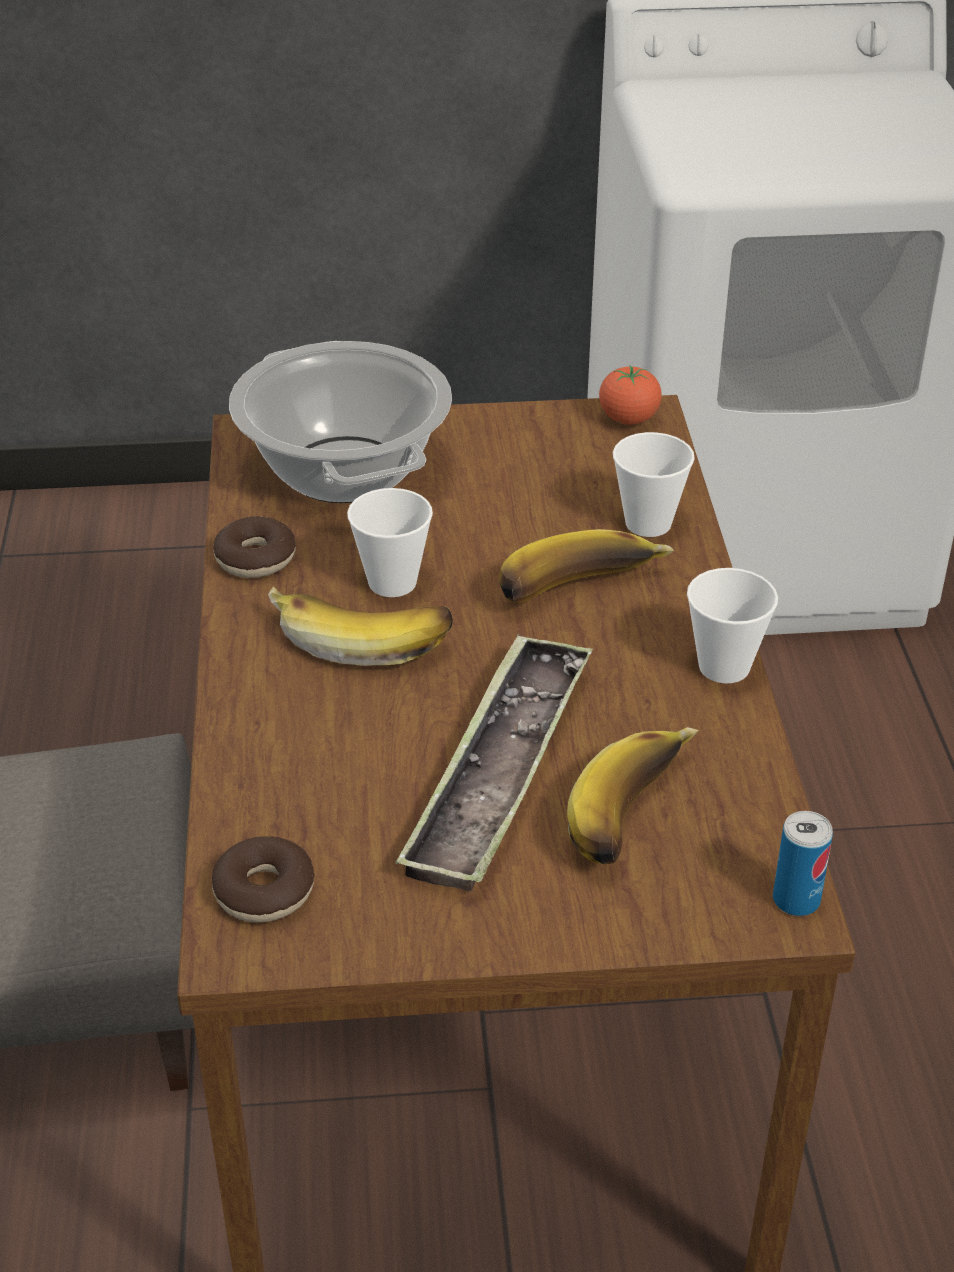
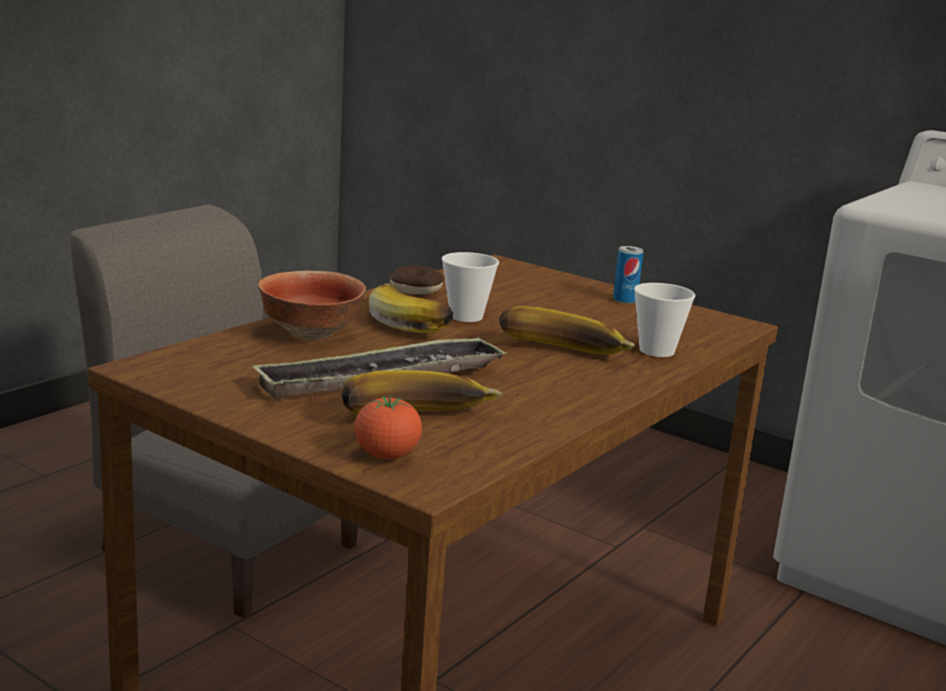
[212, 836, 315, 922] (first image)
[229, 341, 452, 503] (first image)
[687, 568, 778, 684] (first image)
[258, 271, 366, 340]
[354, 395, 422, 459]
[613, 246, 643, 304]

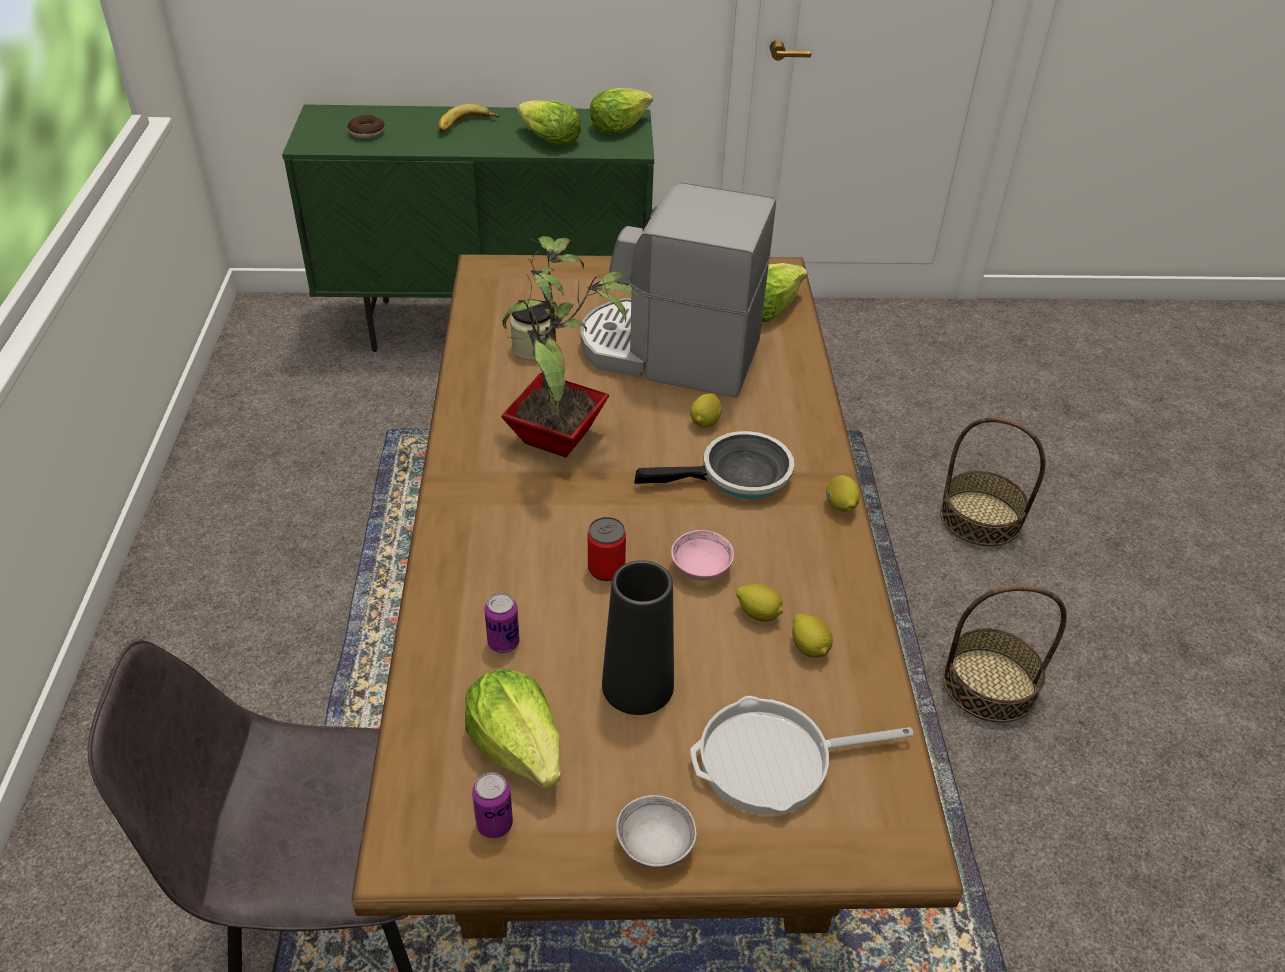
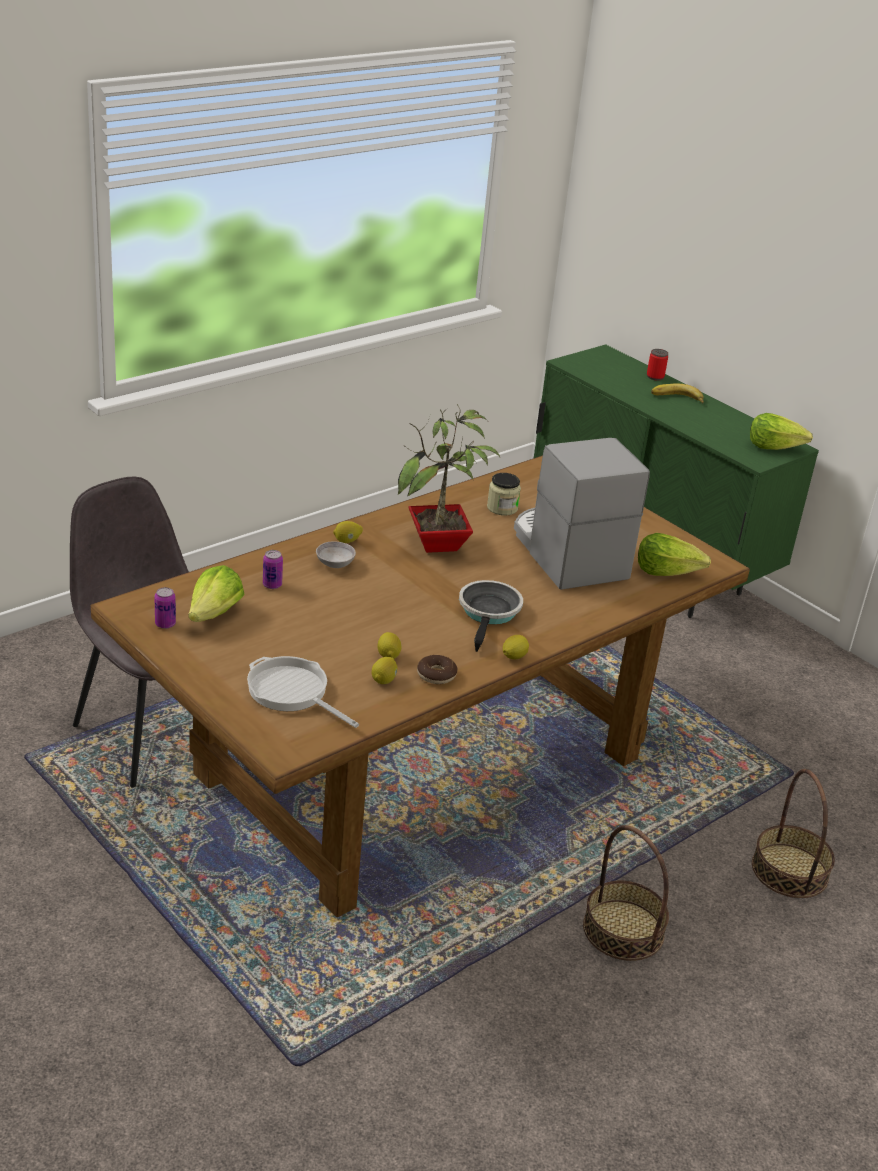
[517, 100, 581, 146] (first image)
[602, 560, 674, 715] (first image)
[671, 530, 734, 581] (first image)
[417, 655, 457, 684]
[647, 349, 668, 381]
[316, 541, 356, 568]
[333, 521, 363, 543]
[459, 580, 523, 652]

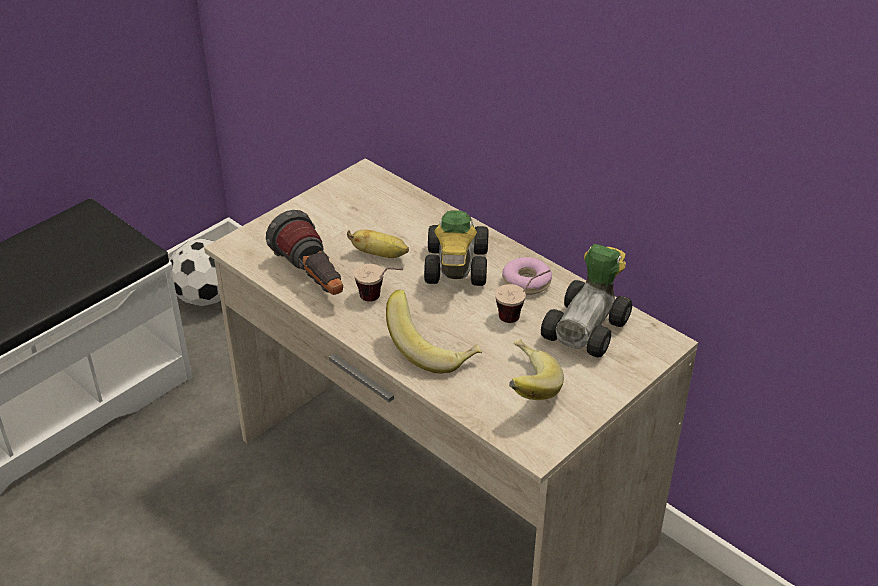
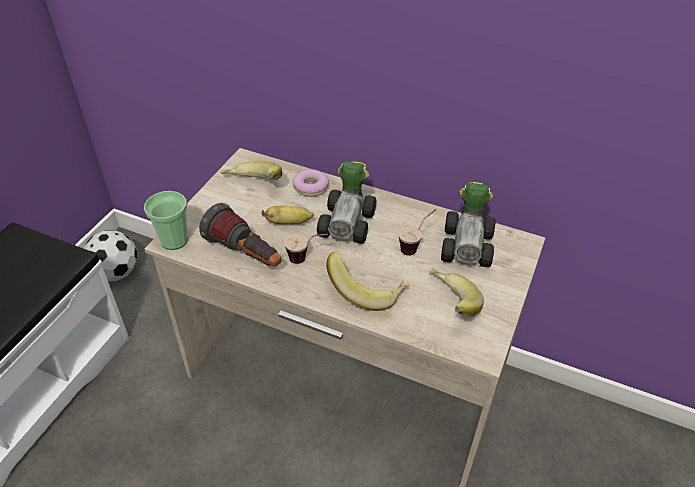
[144, 191, 188, 250]
[220, 161, 282, 180]
[293, 169, 329, 197]
[317, 161, 376, 244]

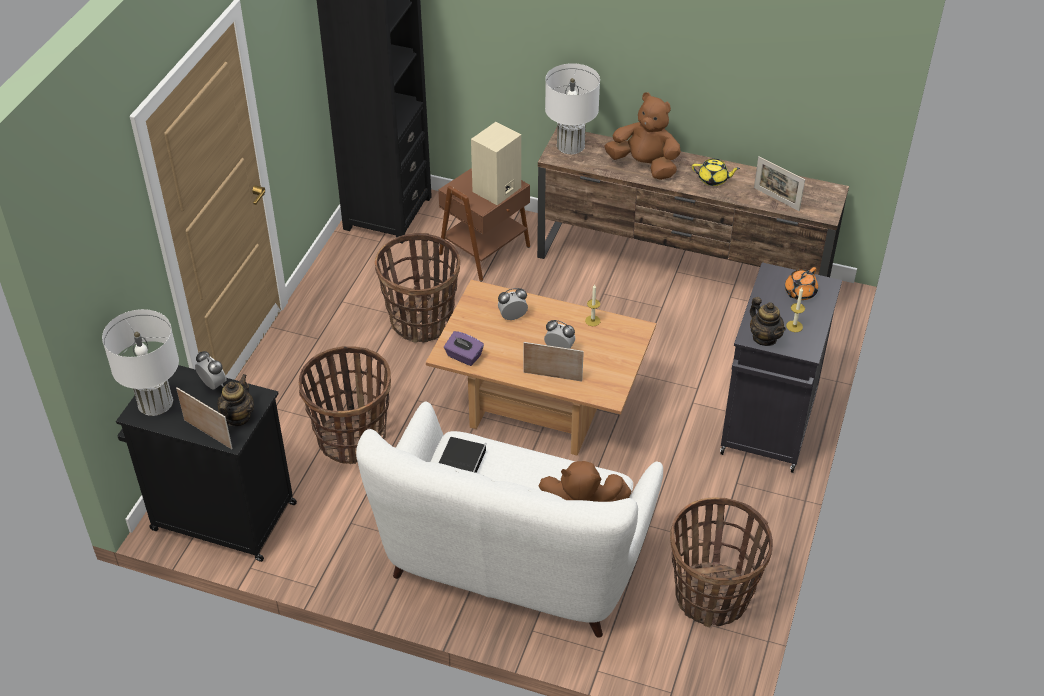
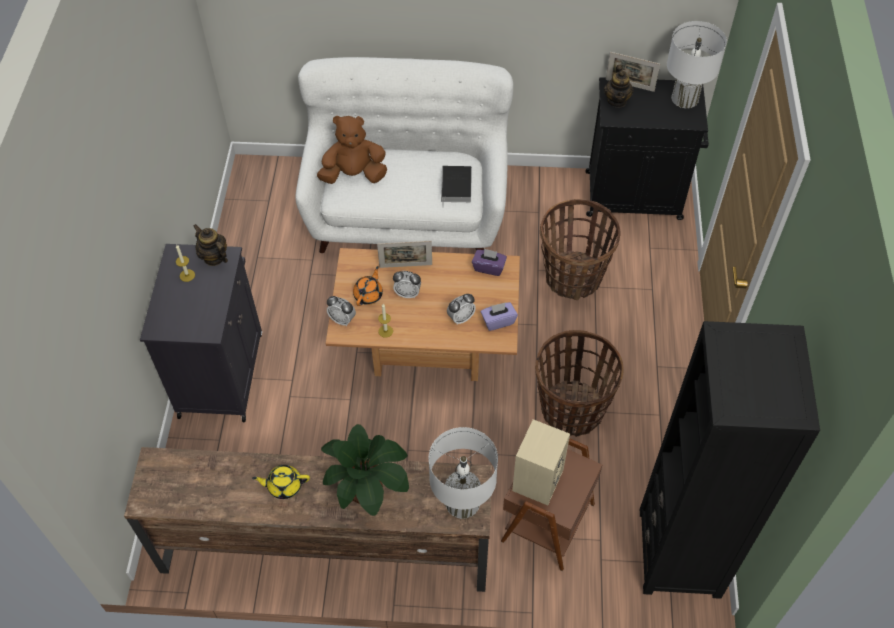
[670, 497, 773, 627] (first image)
[754, 156, 805, 211] (first image)
[481, 302, 518, 331]
[327, 296, 356, 326]
[353, 266, 383, 306]
[321, 424, 409, 516]

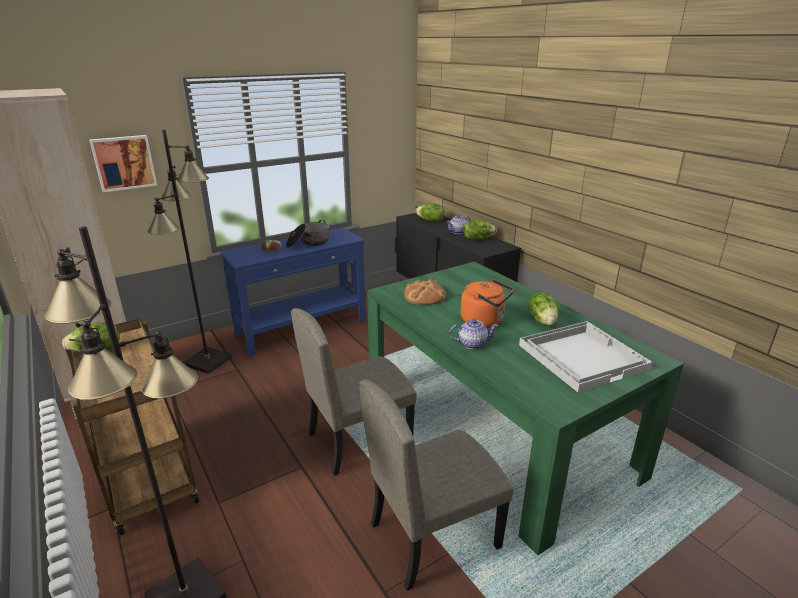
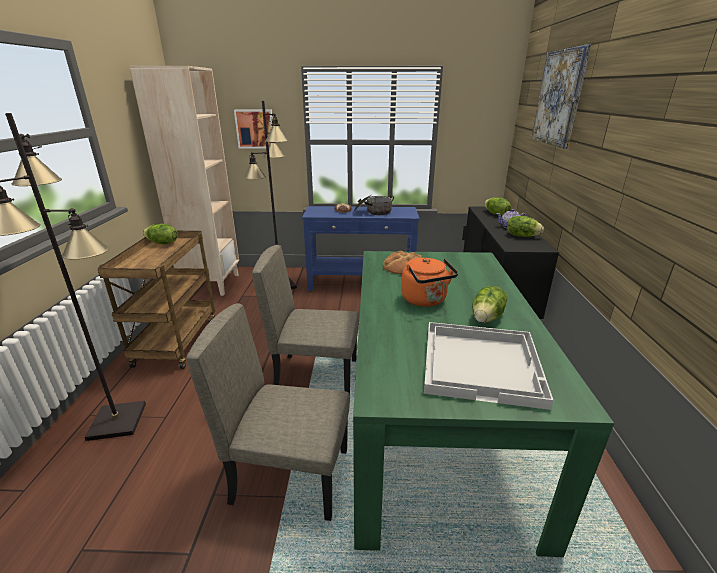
[449, 319, 498, 349] (first image)
[532, 45, 591, 149]

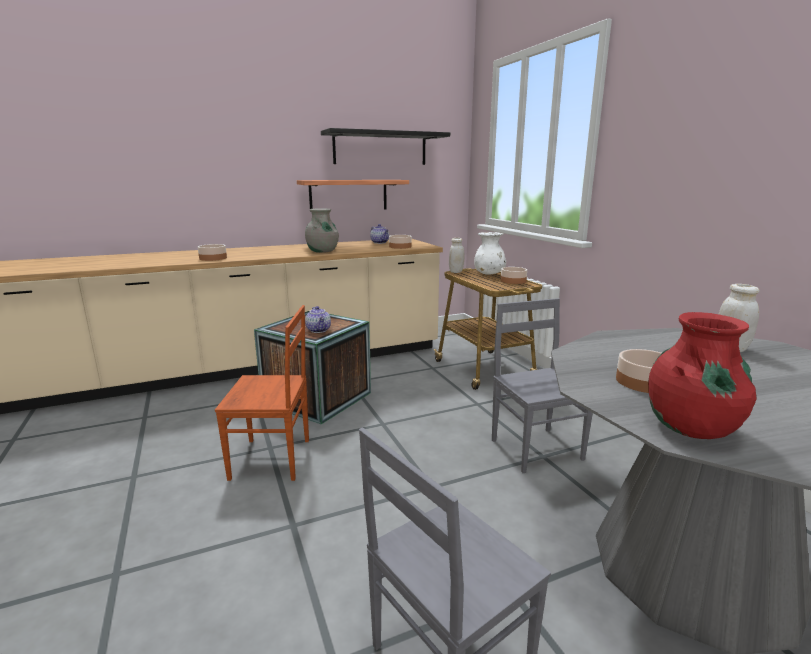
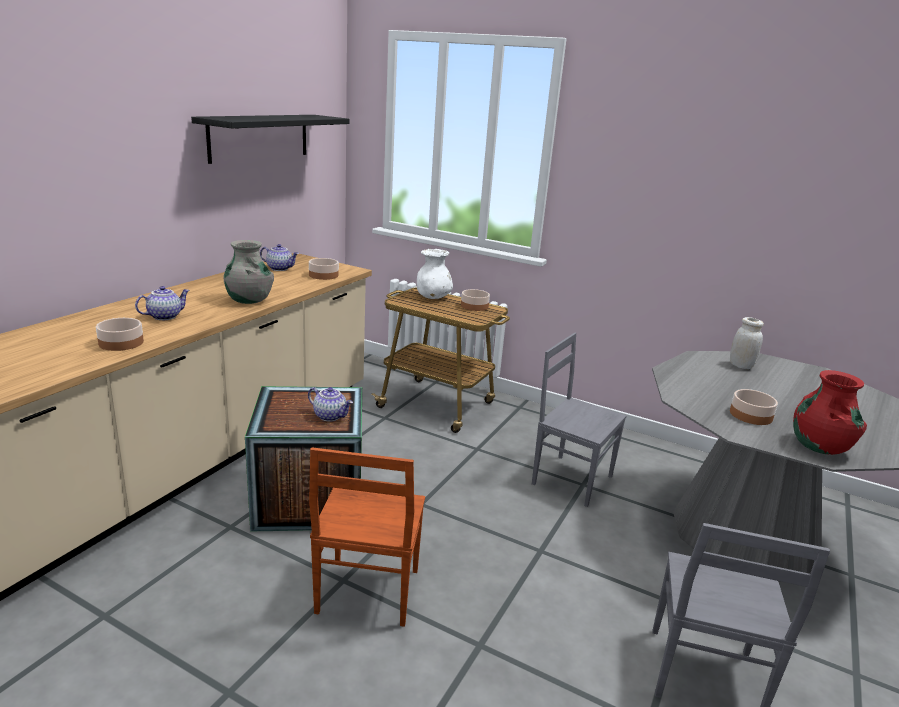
[297, 180, 409, 212] (first image)
[449, 238, 464, 273] (first image)
[135, 286, 190, 320]
[309, 447, 425, 627]

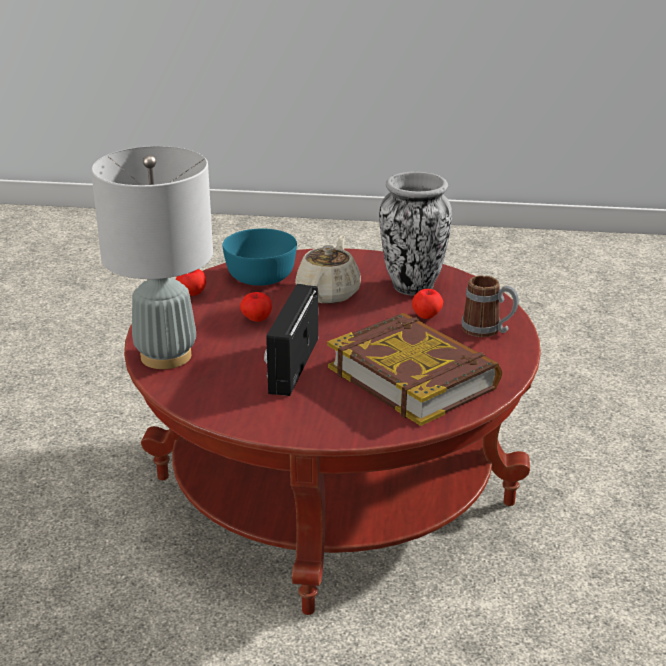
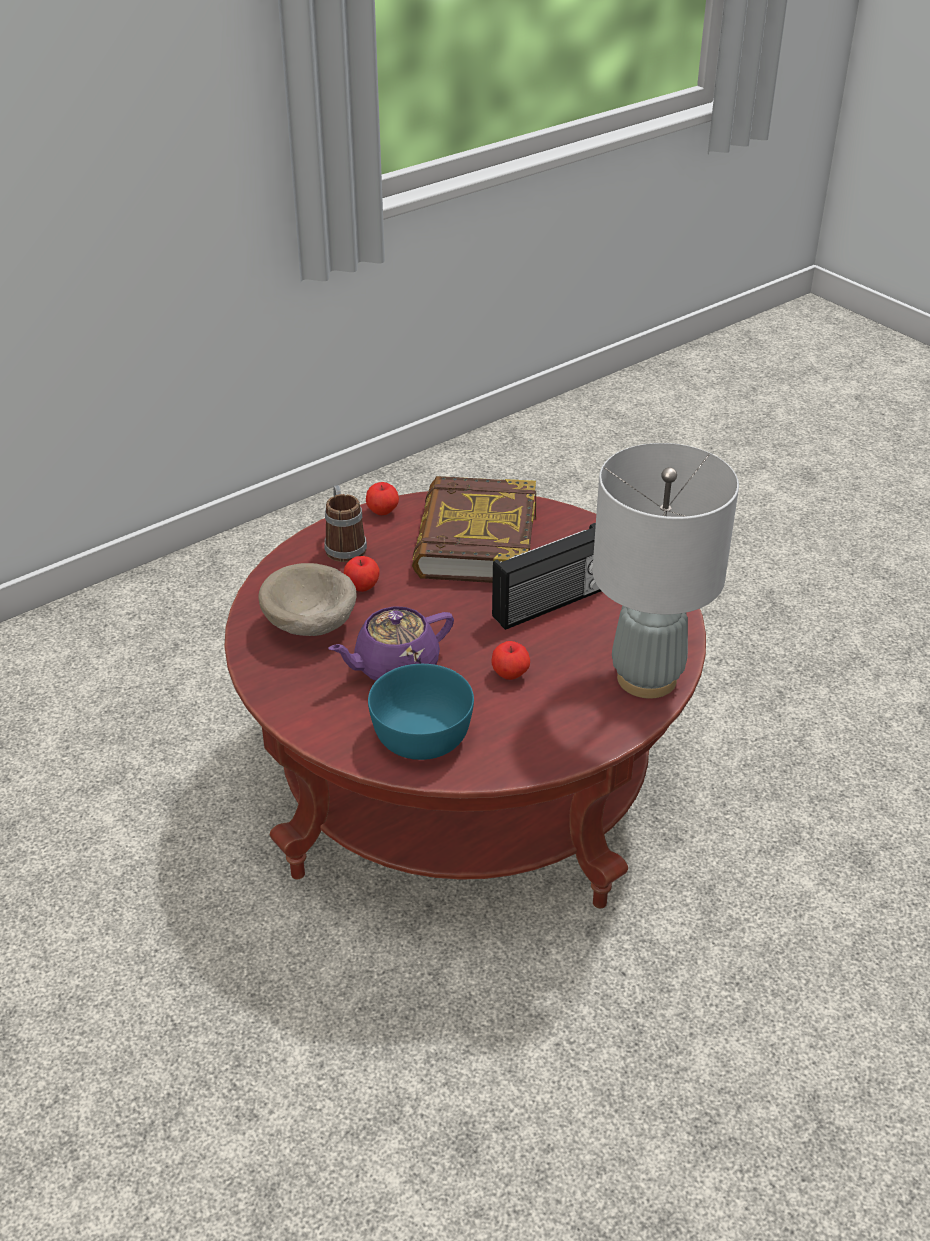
[366, 482, 399, 515]
[258, 563, 357, 636]
[328, 606, 454, 681]

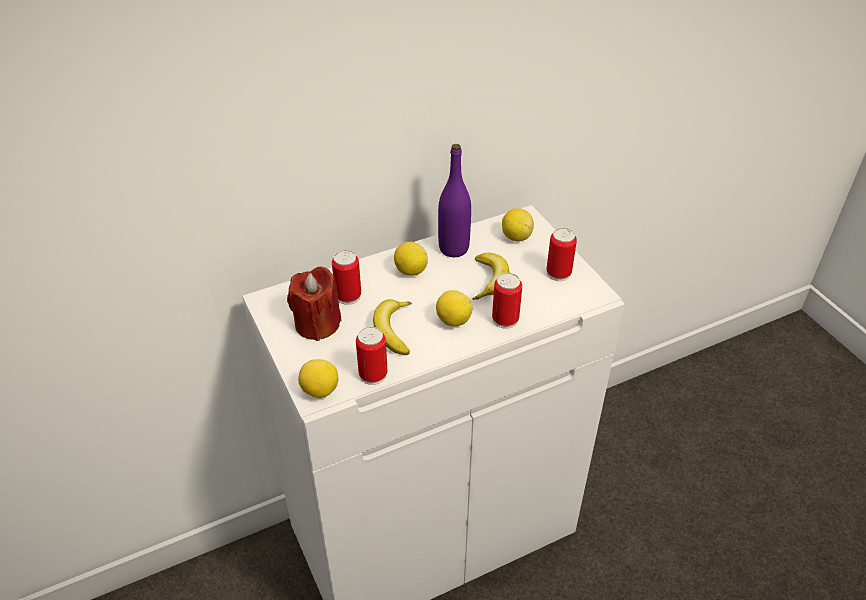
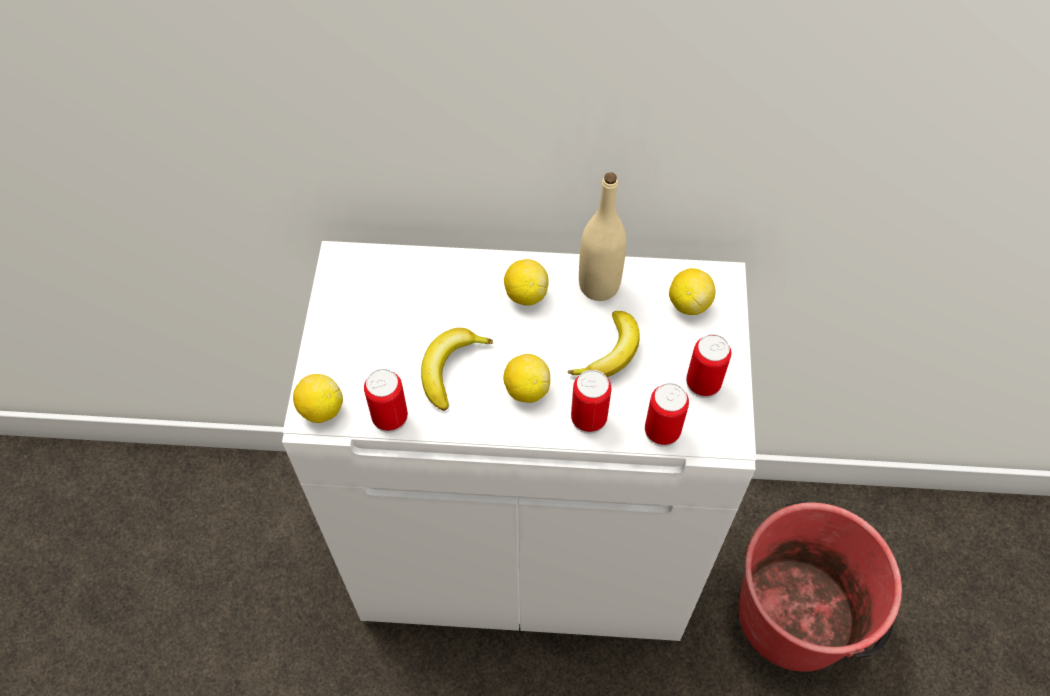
[287, 267, 341, 341] (first image)
[739, 501, 902, 672]
[645, 383, 689, 447]
[579, 173, 627, 301]

